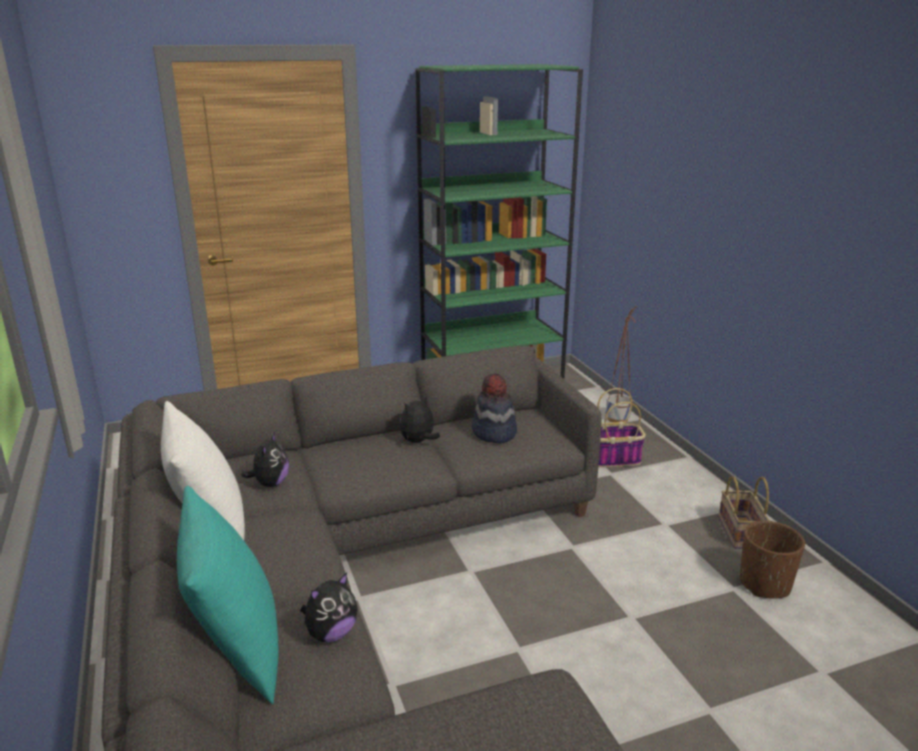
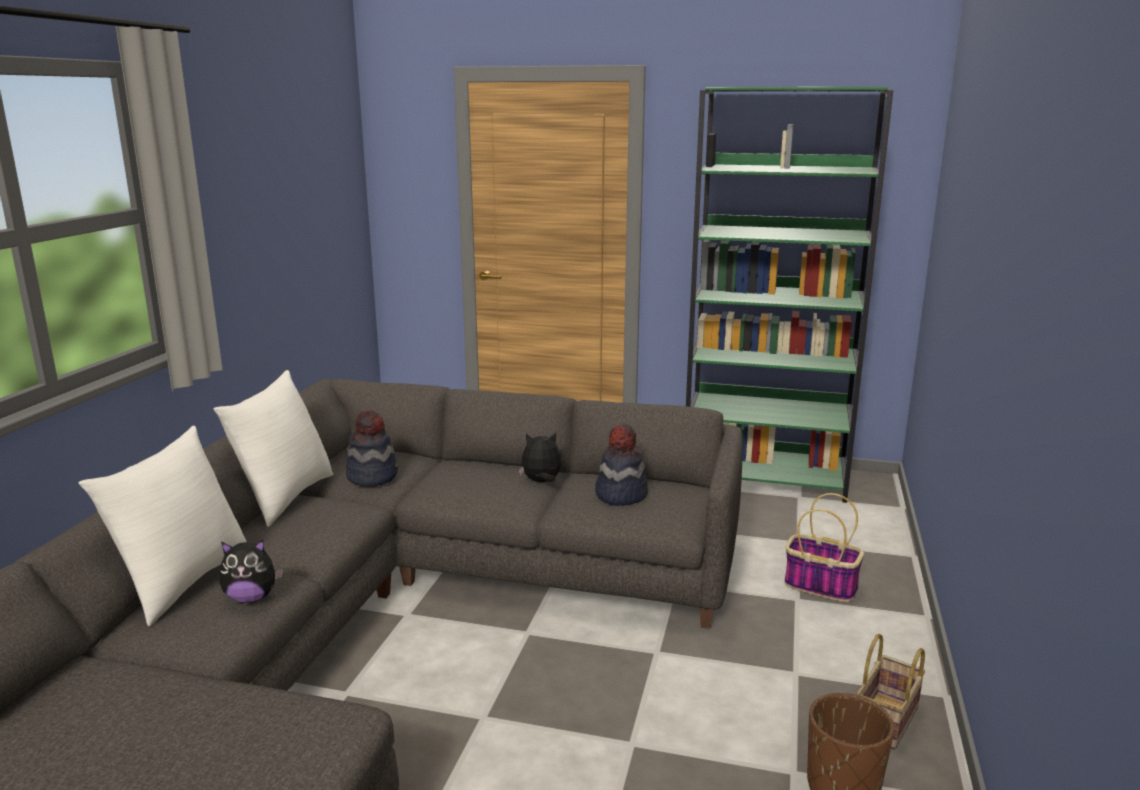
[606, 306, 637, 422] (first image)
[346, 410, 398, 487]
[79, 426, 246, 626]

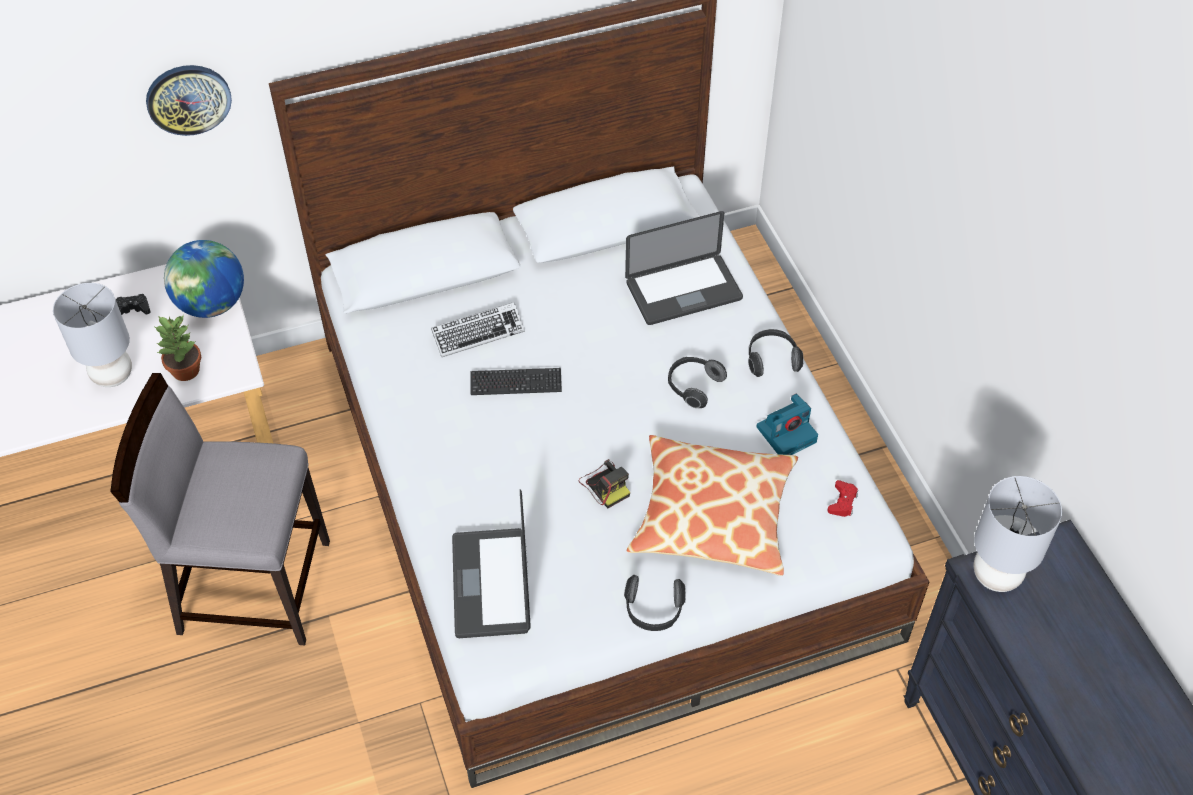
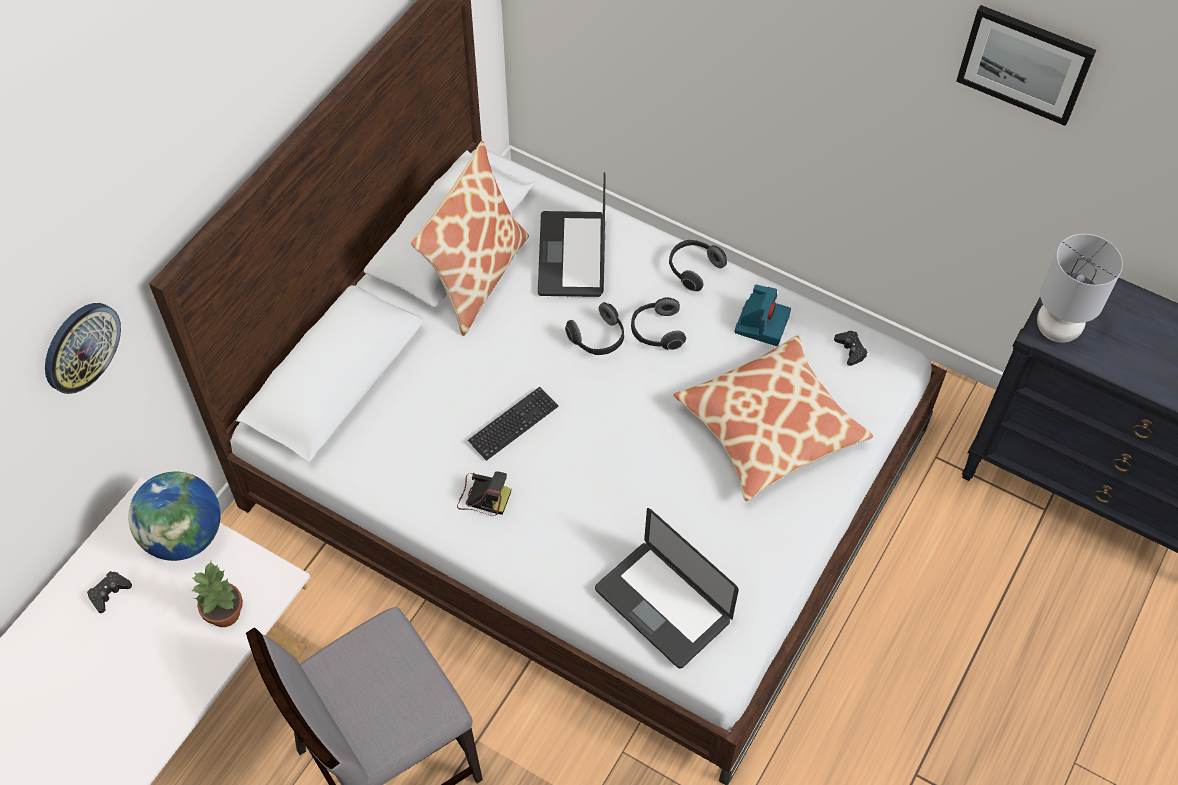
[53, 283, 132, 387] (first image)
[431, 302, 525, 357] (first image)
[411, 141, 529, 336]
[956, 5, 1096, 126]
[457, 471, 511, 516]
[565, 302, 624, 355]
[834, 331, 867, 366]
[538, 172, 606, 297]

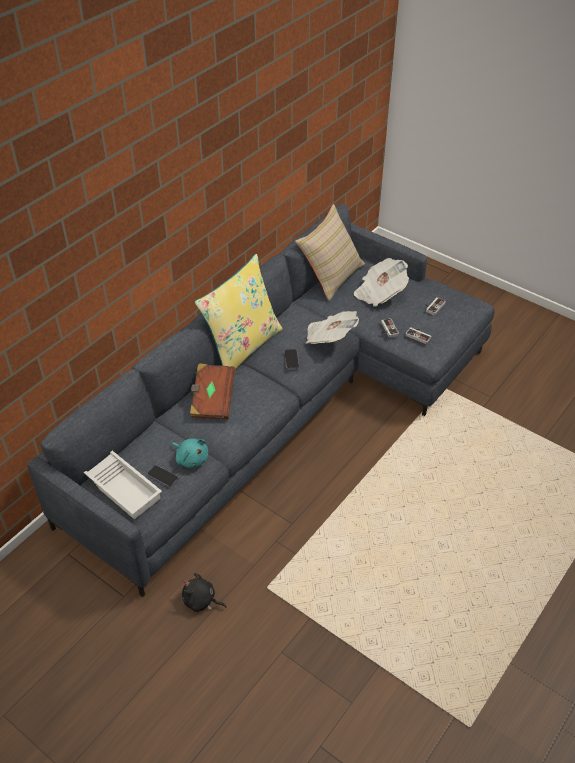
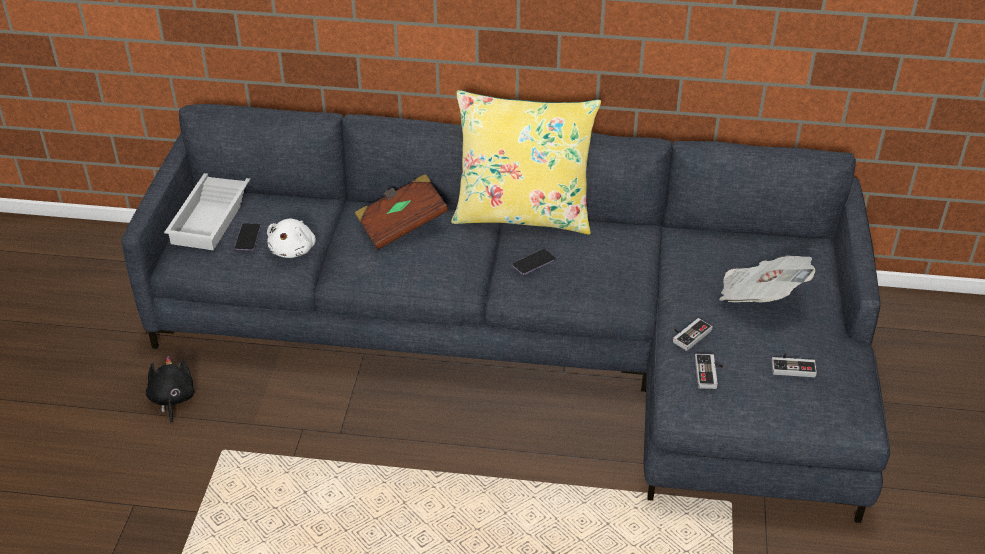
[295, 204, 365, 301] (first image)
[306, 311, 359, 344] (first image)
[267, 219, 316, 258]

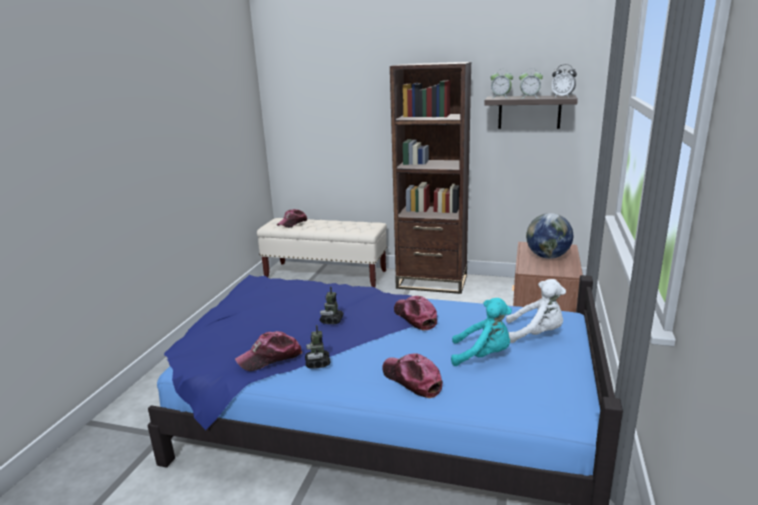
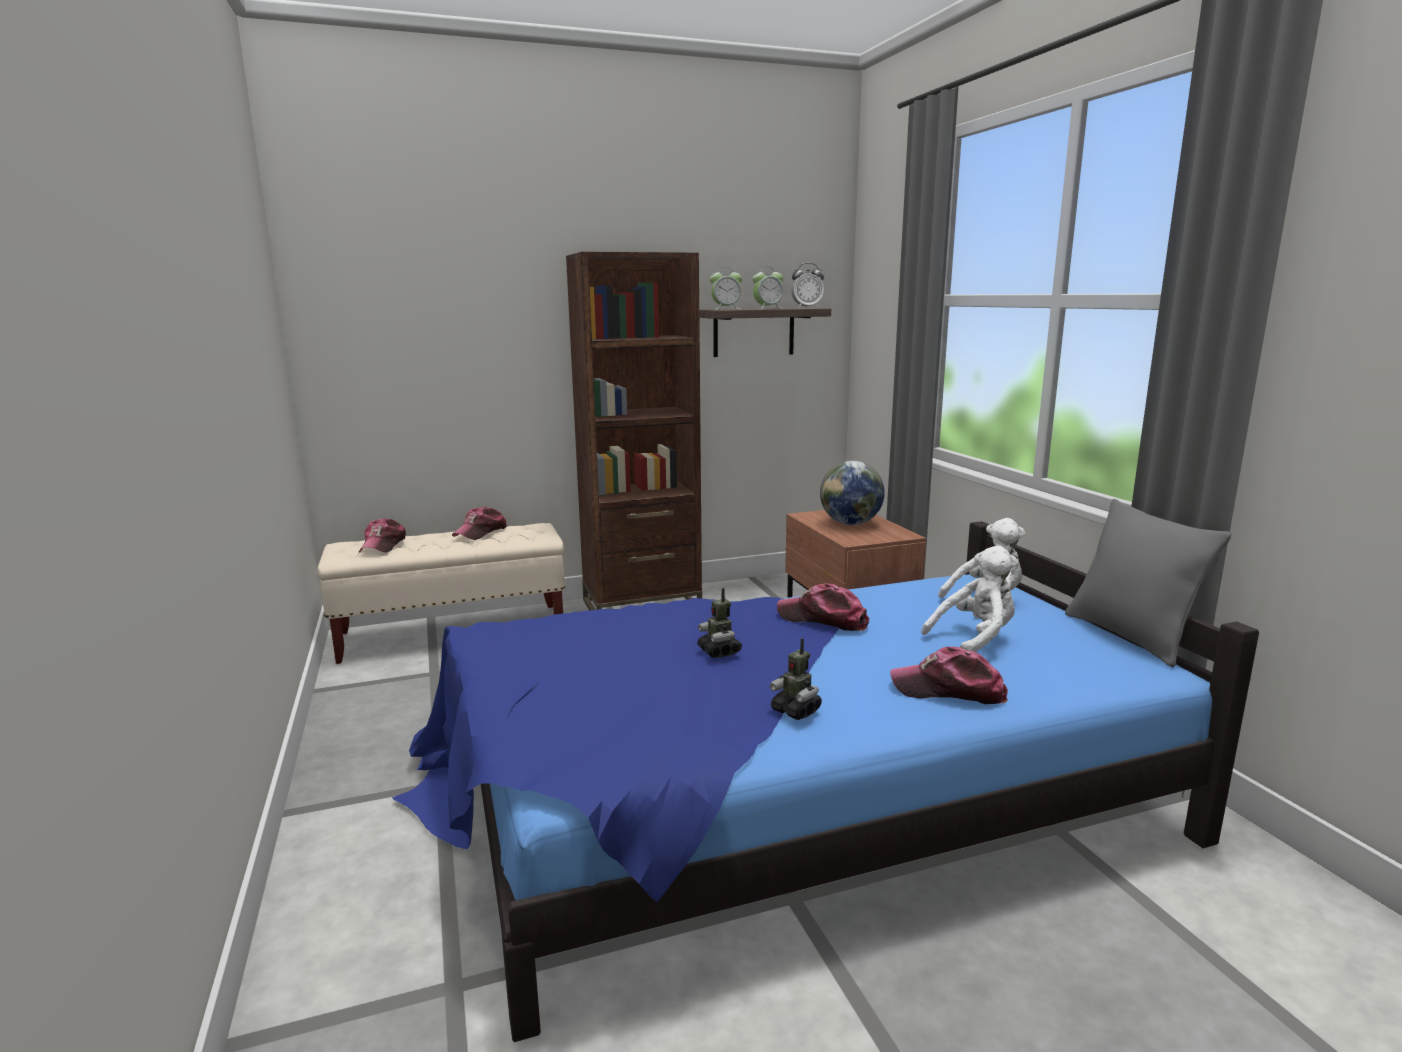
[1065, 499, 1232, 667]
[452, 507, 507, 540]
[921, 546, 1018, 652]

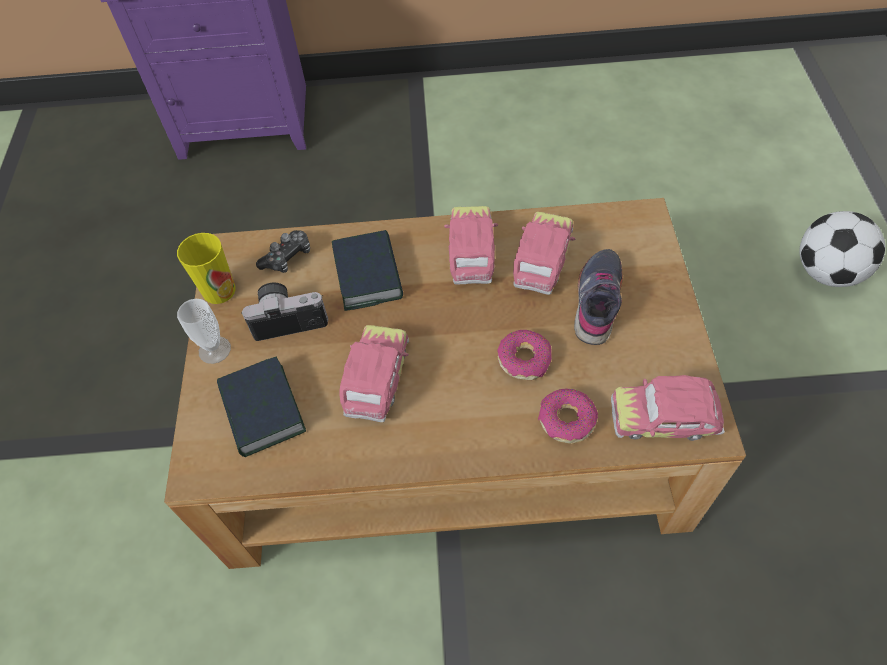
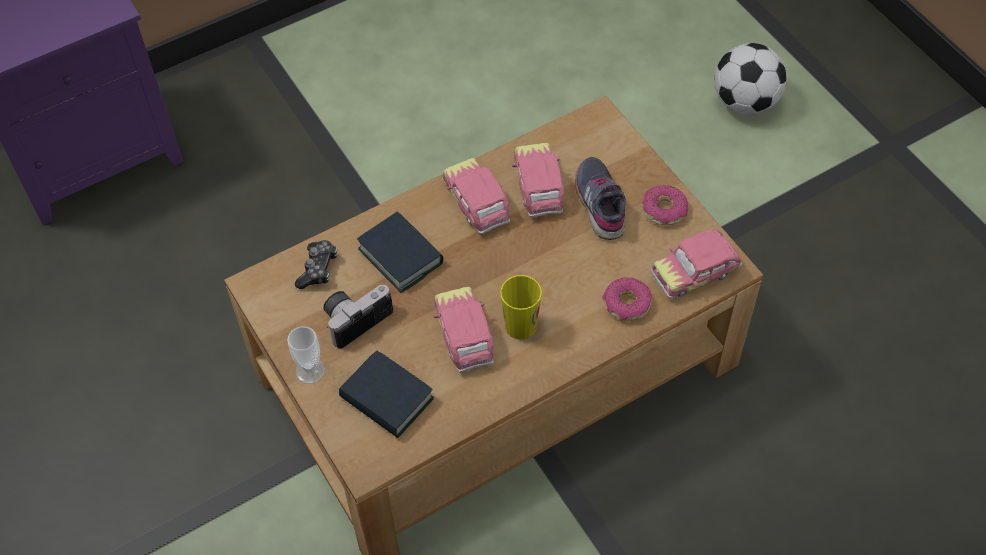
[500, 275, 542, 340]
[642, 185, 688, 225]

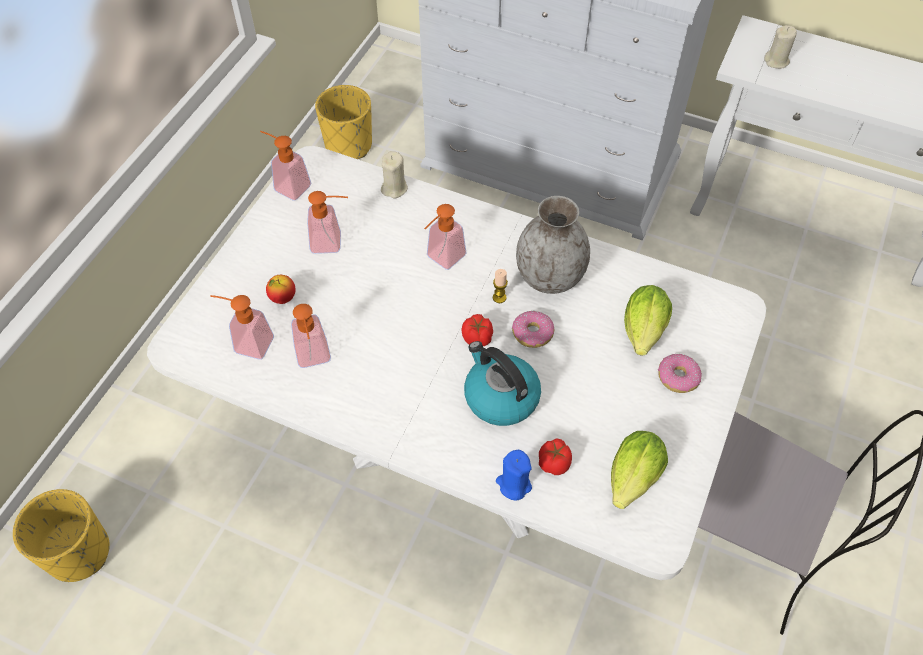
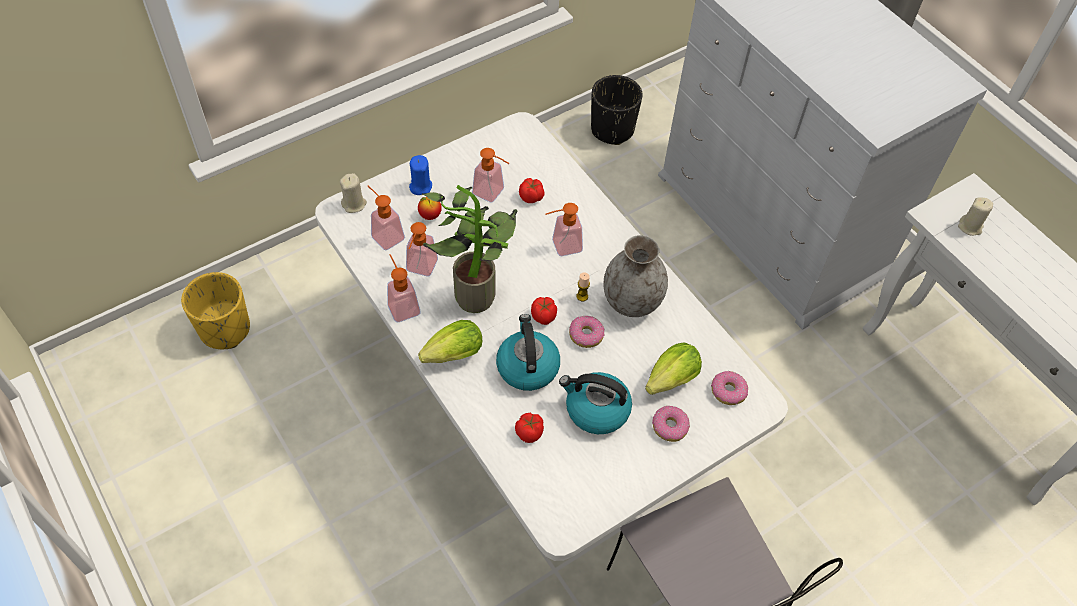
[422, 185, 518, 313]
[519, 178, 545, 203]
[559, 372, 632, 434]
[711, 371, 748, 405]
[387, 254, 420, 322]
[340, 173, 367, 213]
[409, 155, 432, 195]
[418, 320, 482, 363]
[591, 75, 643, 145]

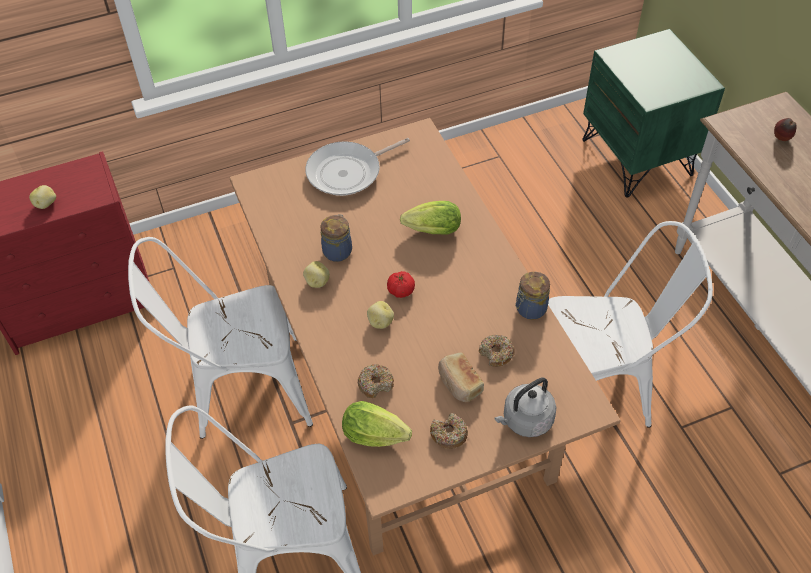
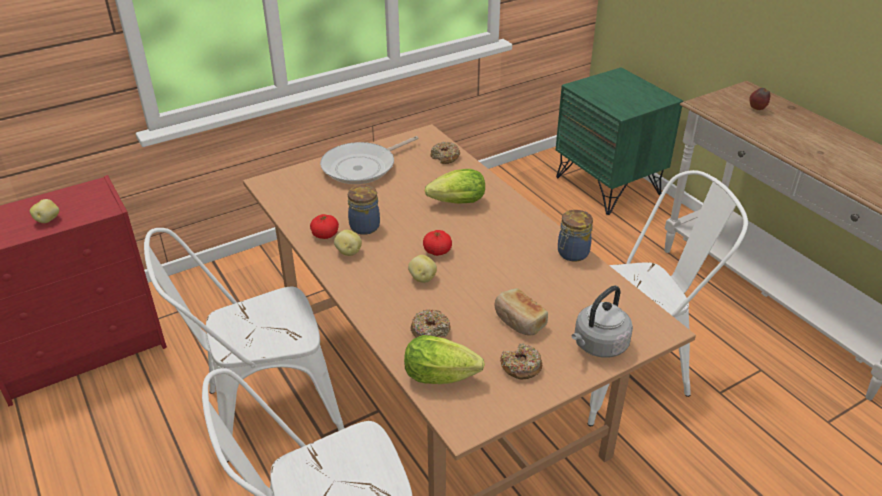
[310, 214, 339, 239]
[430, 142, 460, 164]

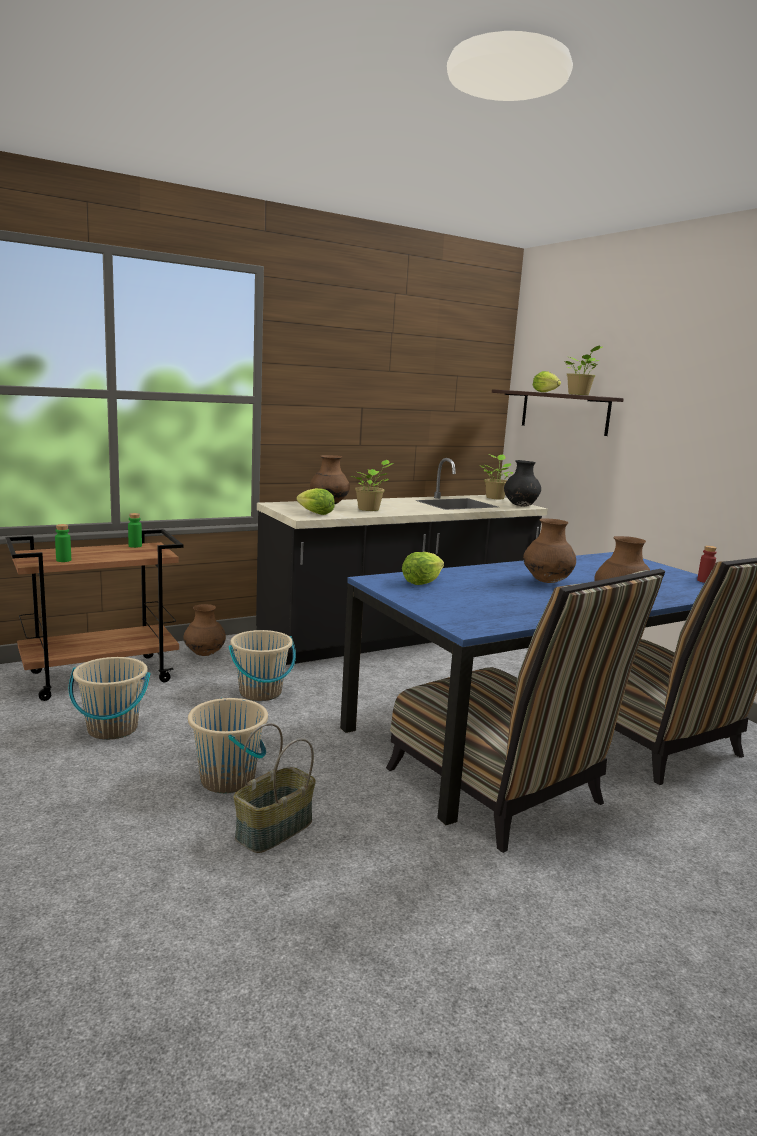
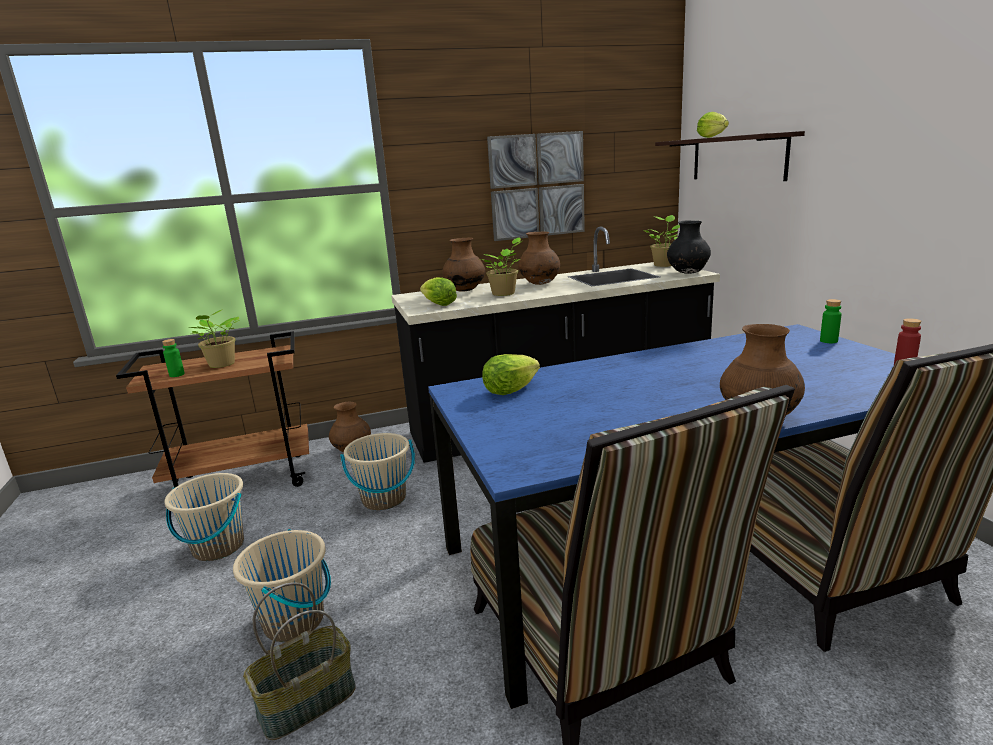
[487, 131, 585, 241]
[820, 299, 842, 343]
[518, 232, 560, 285]
[189, 309, 240, 368]

